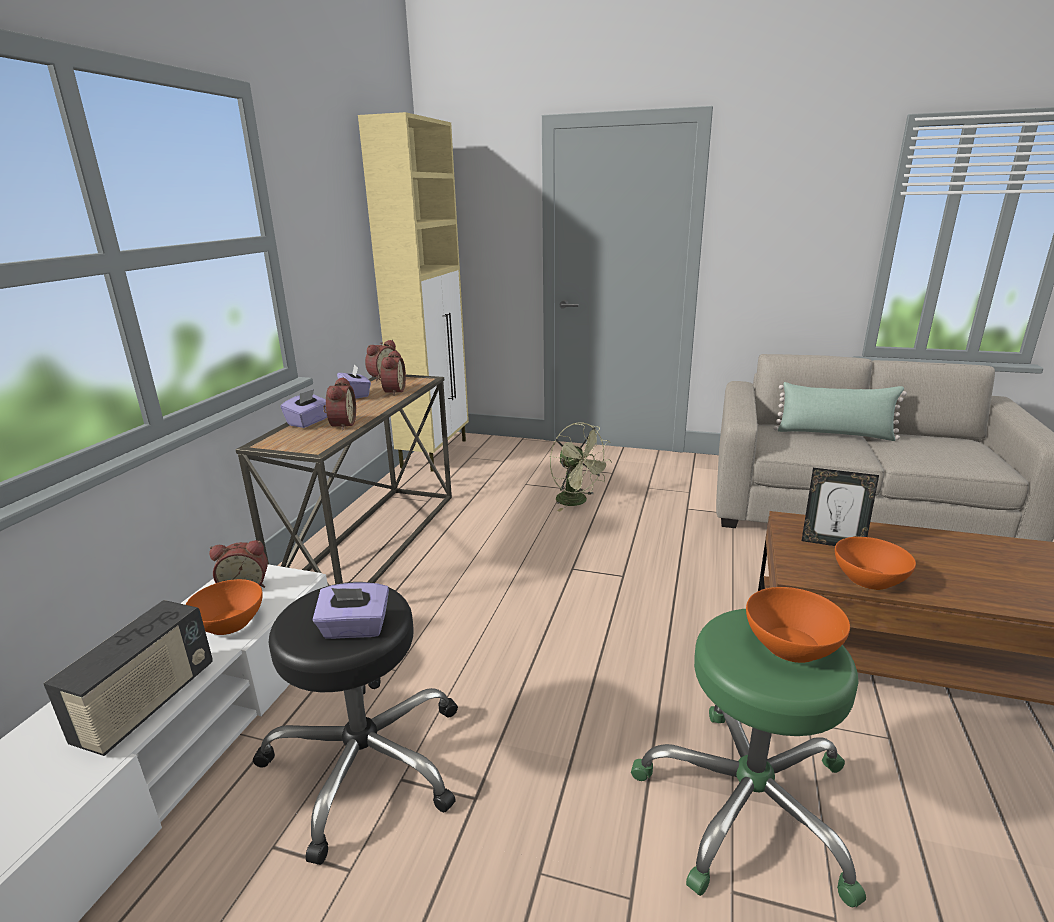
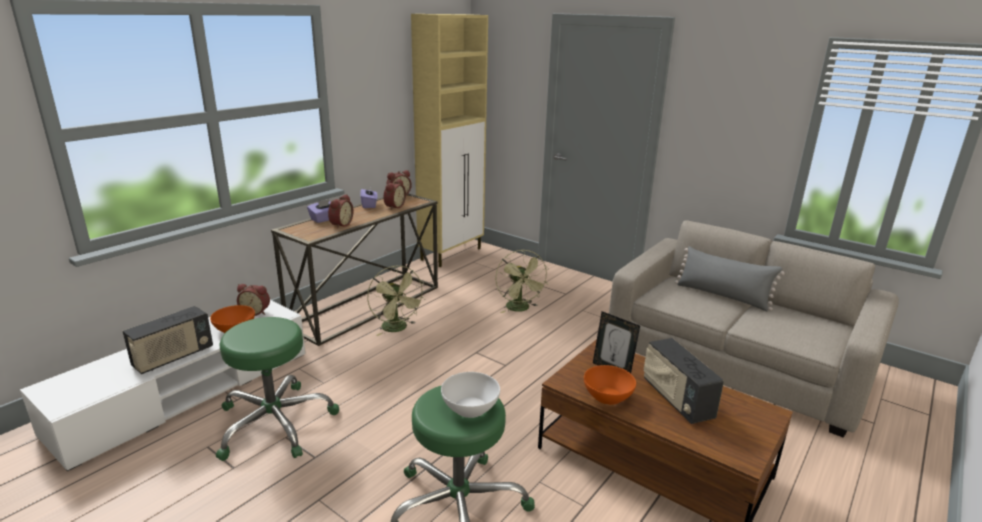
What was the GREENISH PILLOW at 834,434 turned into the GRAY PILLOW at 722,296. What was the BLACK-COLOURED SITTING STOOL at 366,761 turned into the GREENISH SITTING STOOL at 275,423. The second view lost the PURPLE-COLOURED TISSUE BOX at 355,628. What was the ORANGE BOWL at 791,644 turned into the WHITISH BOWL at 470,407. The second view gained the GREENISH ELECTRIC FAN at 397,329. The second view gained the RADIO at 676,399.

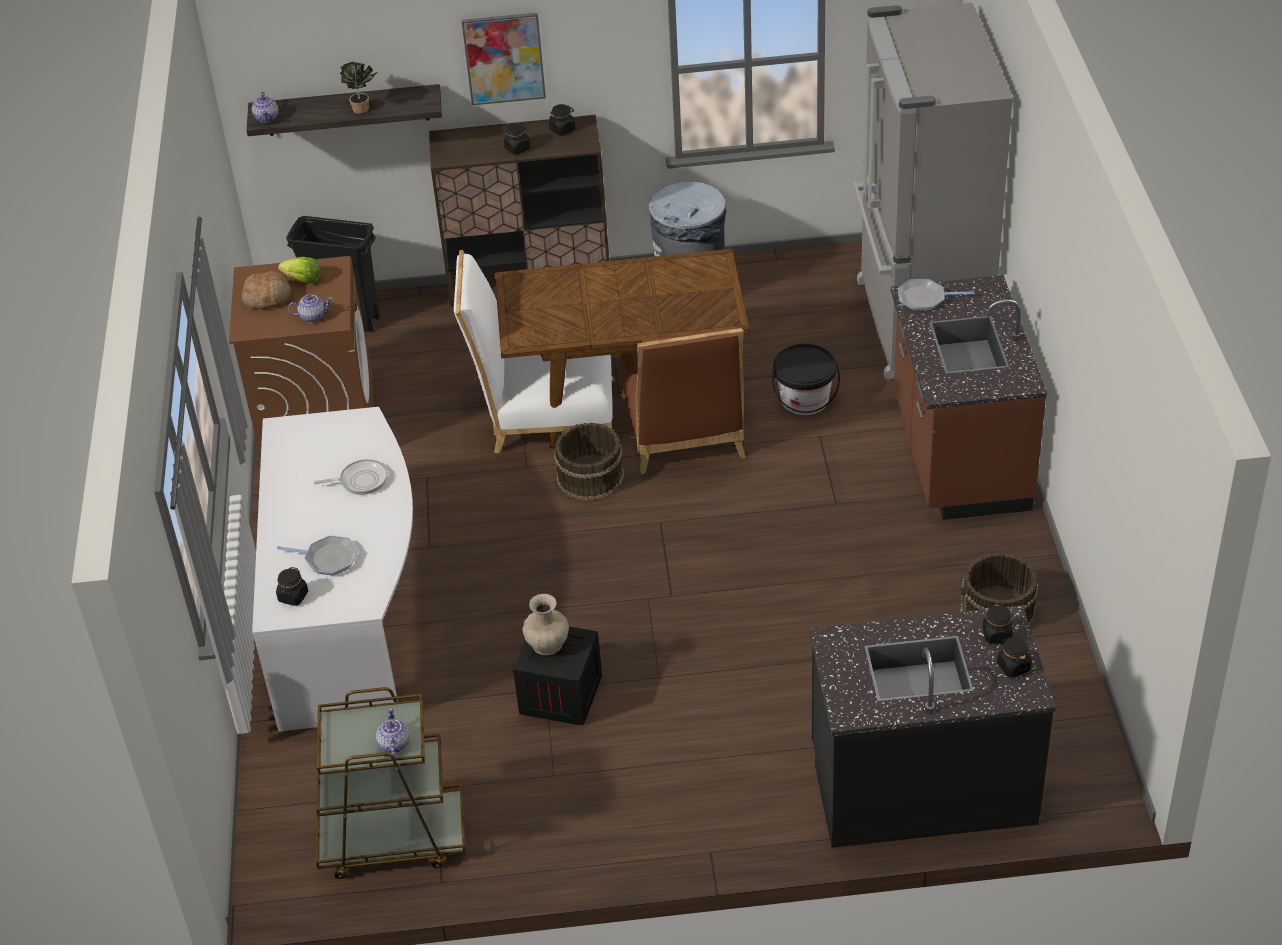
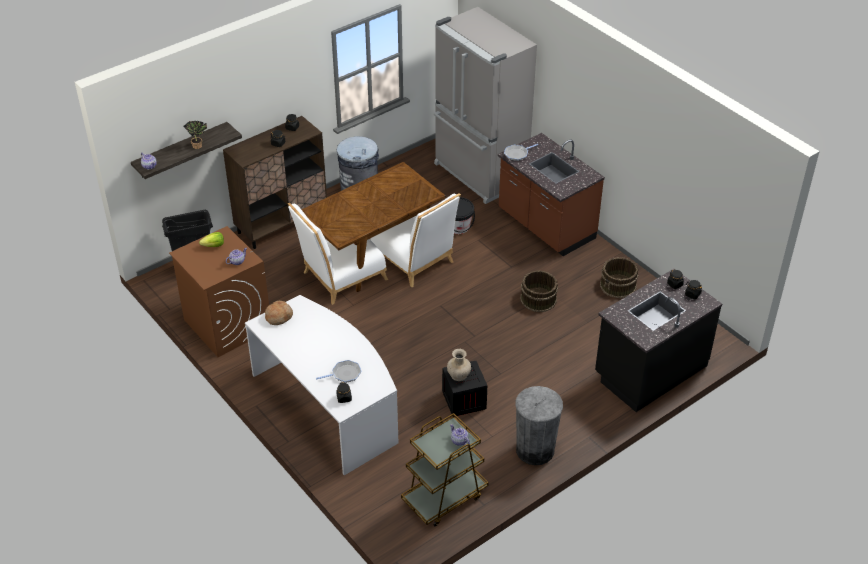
The second view lost the WALL PICTURE at 504,58. The BREAD ended up elsewhere, having gone from 267,298 to 279,316. What was the BROWNISH CHAIR at 683,433 turned into the WHITISH CHAIR at 415,261. The BROWNISH BUCKET ended up elsewhere, having gone from 589,476 to 538,299. The second view lost the PAN at 360,480. The second view gained the GRAY RUBBISH BIN at 535,450.

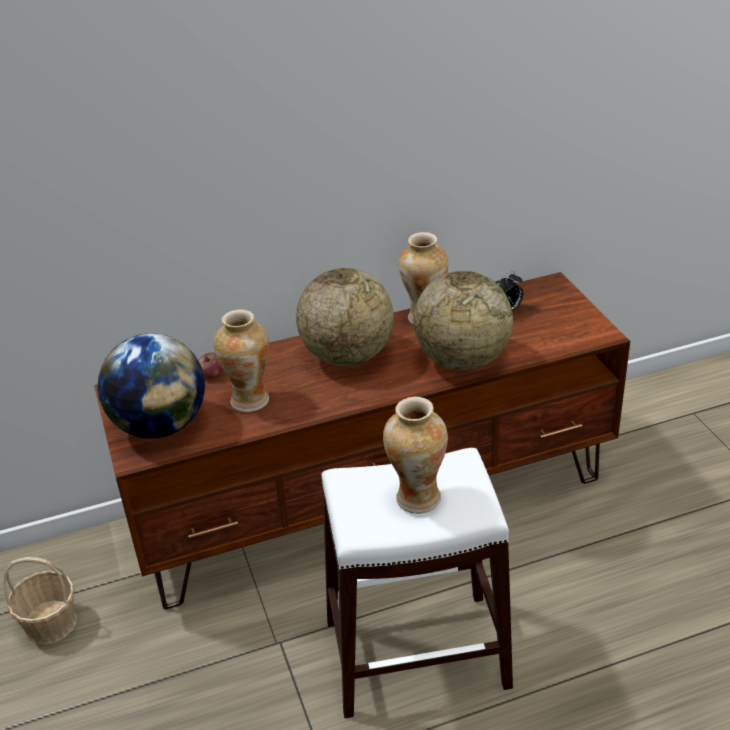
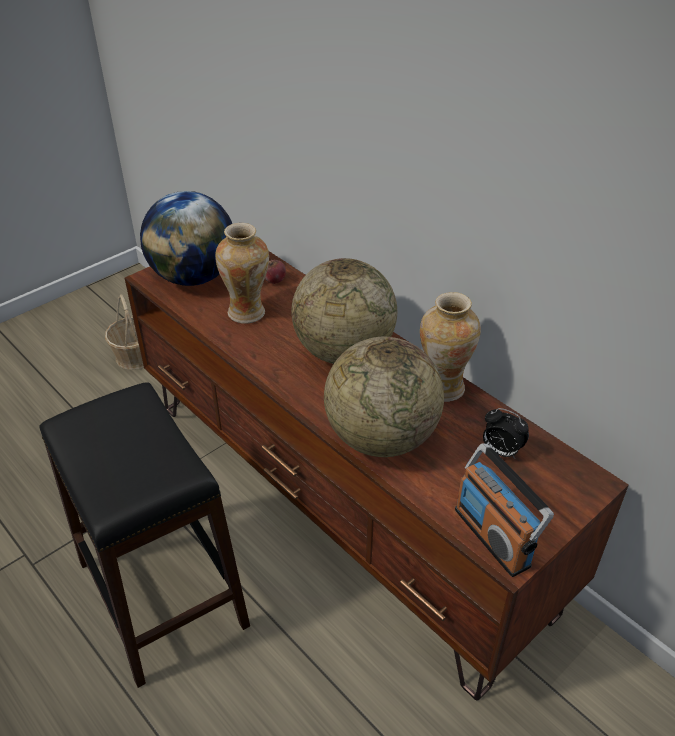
The second view lost the DECORATIVE VASE at 417,498. What was the WHITISH SITTING STOOL at 415,653 turned into the BLACK-COLOURED SITTING STOOL at 163,592. The second view gained the RADIO at 493,536.

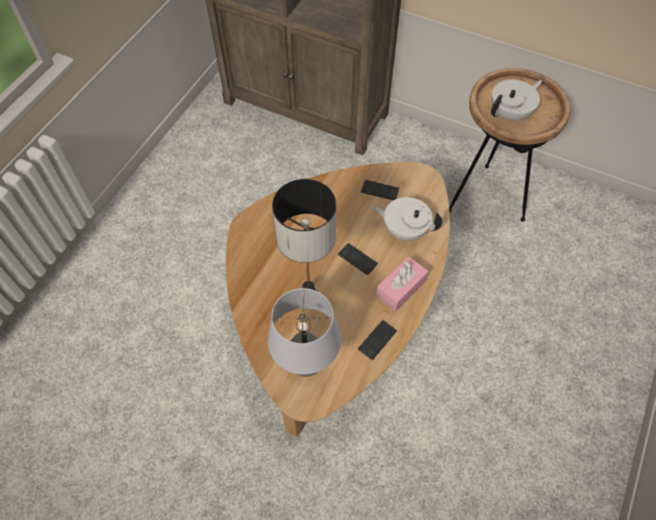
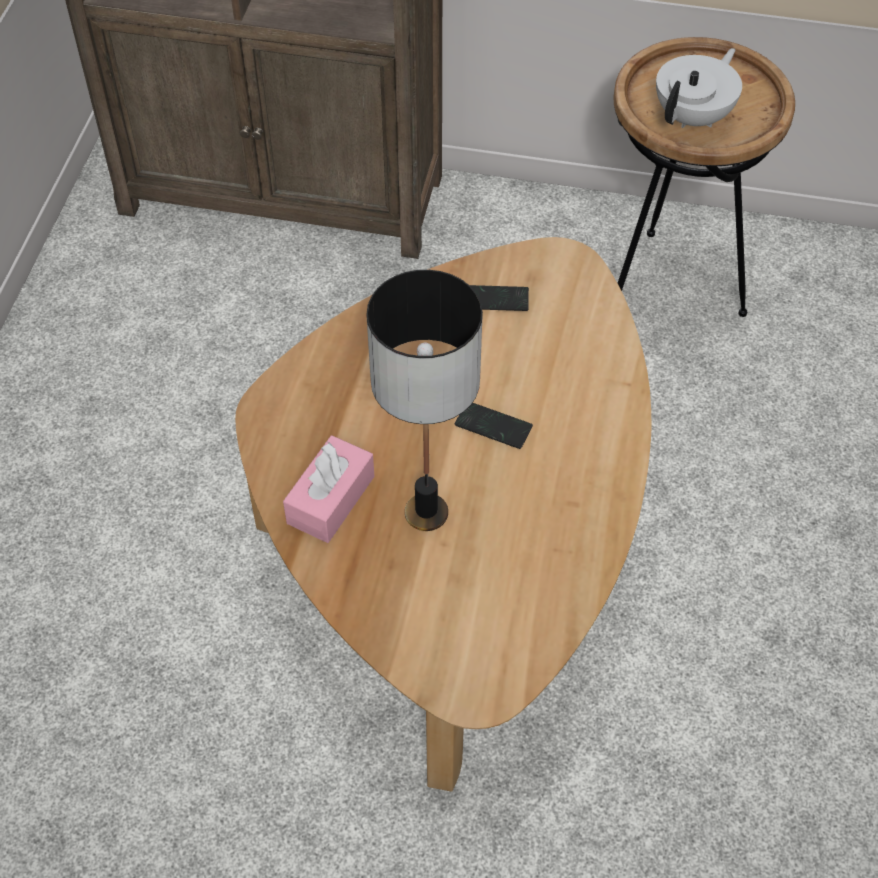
The second view lost the WHITISH POT FOR TEA at 404,230. The PINK TISSUE BOX ended up elsewhere, having gone from 400,289 to 331,499. The second view lost the GRAY LAMP FOR A TABLE at 306,365. The second view lost the HANDSET at 377,340.

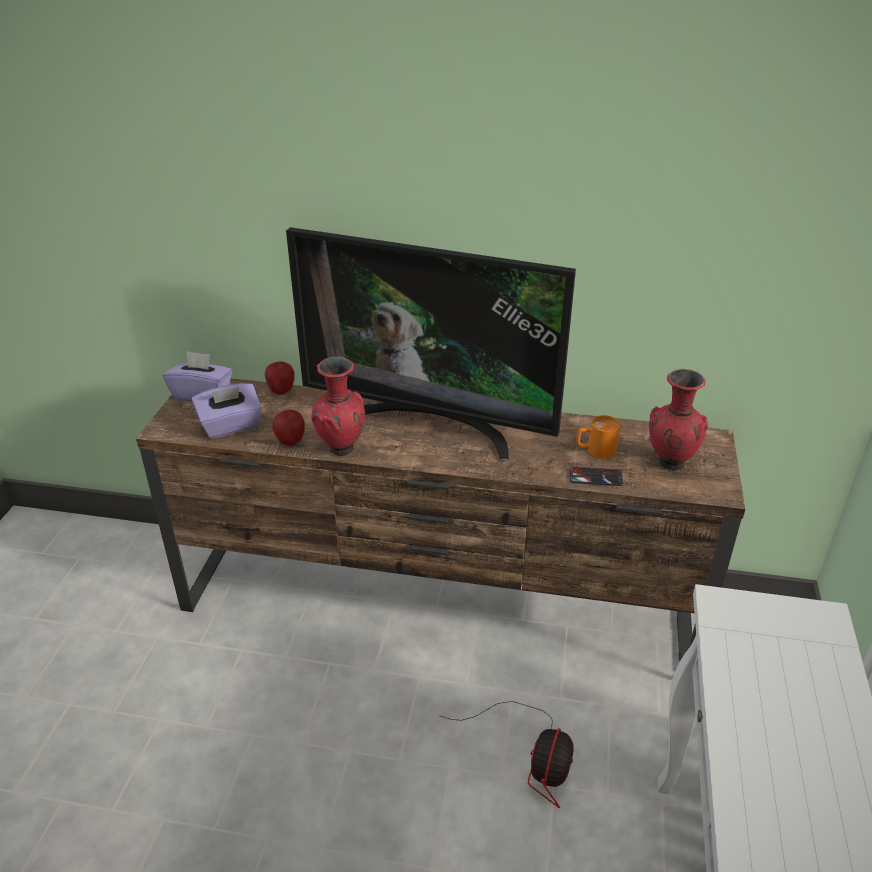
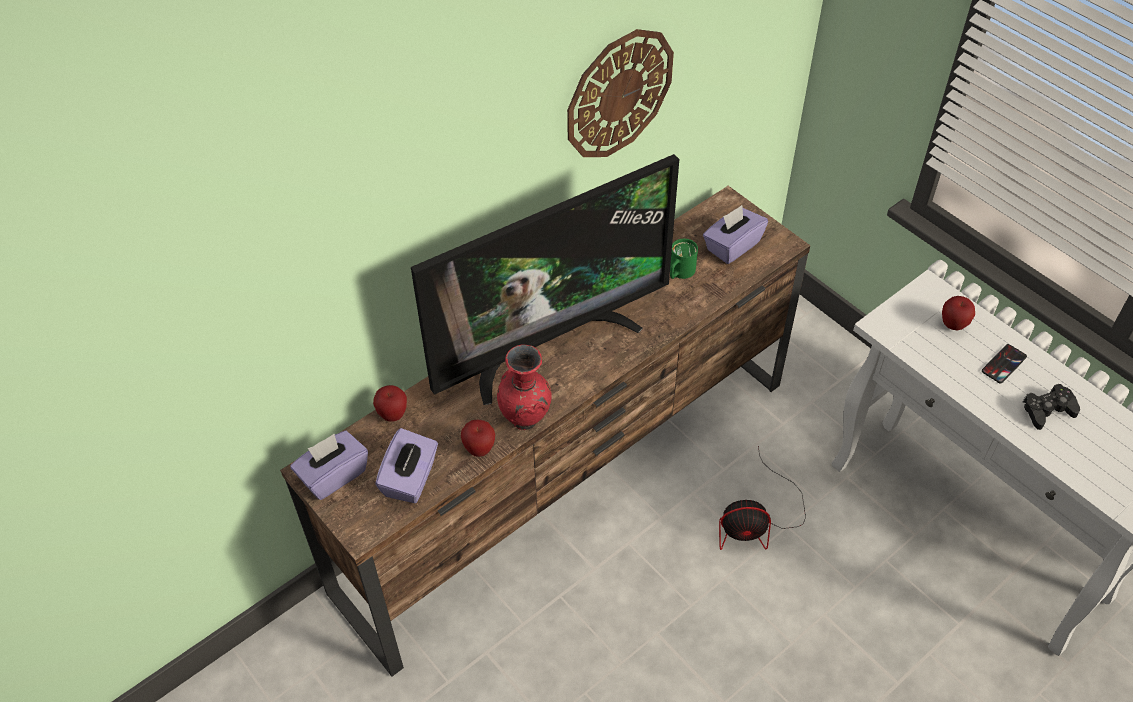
Where the RED-COLOURED DECORATIVE VASE stood at 669,464, the PURPLE-COLOURED TISSUE BOX came to stand at 732,246. What was the ORANGE COFFEE MUG at 595,451 turned into the GREENISH COFFEE MUG at 679,273. The HANDSET ended up elsewhere, having gone from 595,477 to 1003,364. The ELECTRIC FAN at 533,757 ended up facing another way, 120 degrees clockwise from before. The second view gained the HANGING CLOCK at 619,94. The second view gained the APPLE at 953,325. The second view gained the BLACK-COLOURED GAME CONTROLLER at 1047,410.

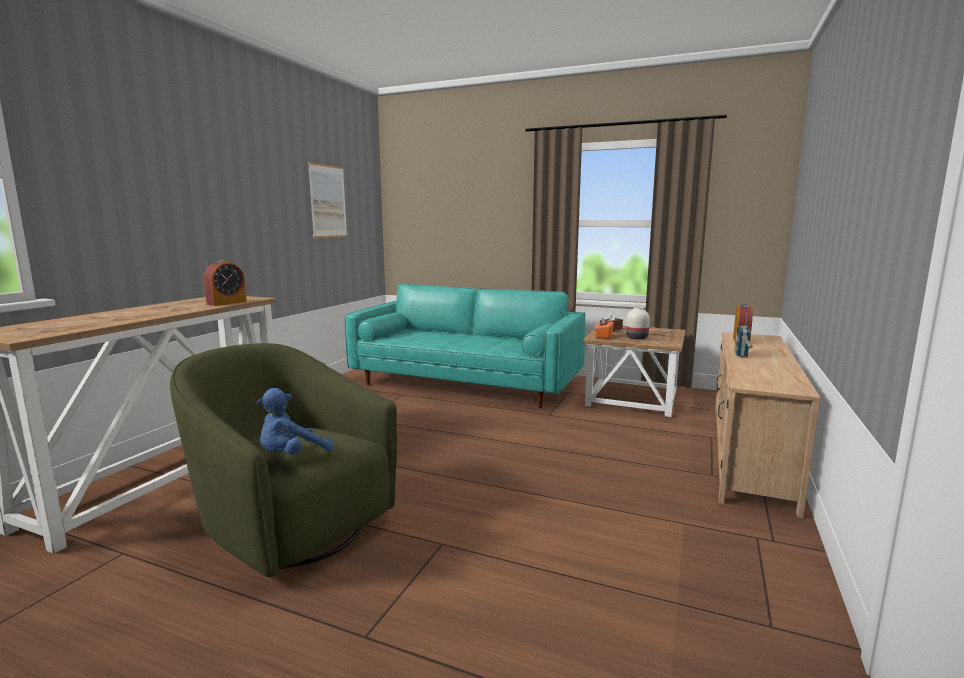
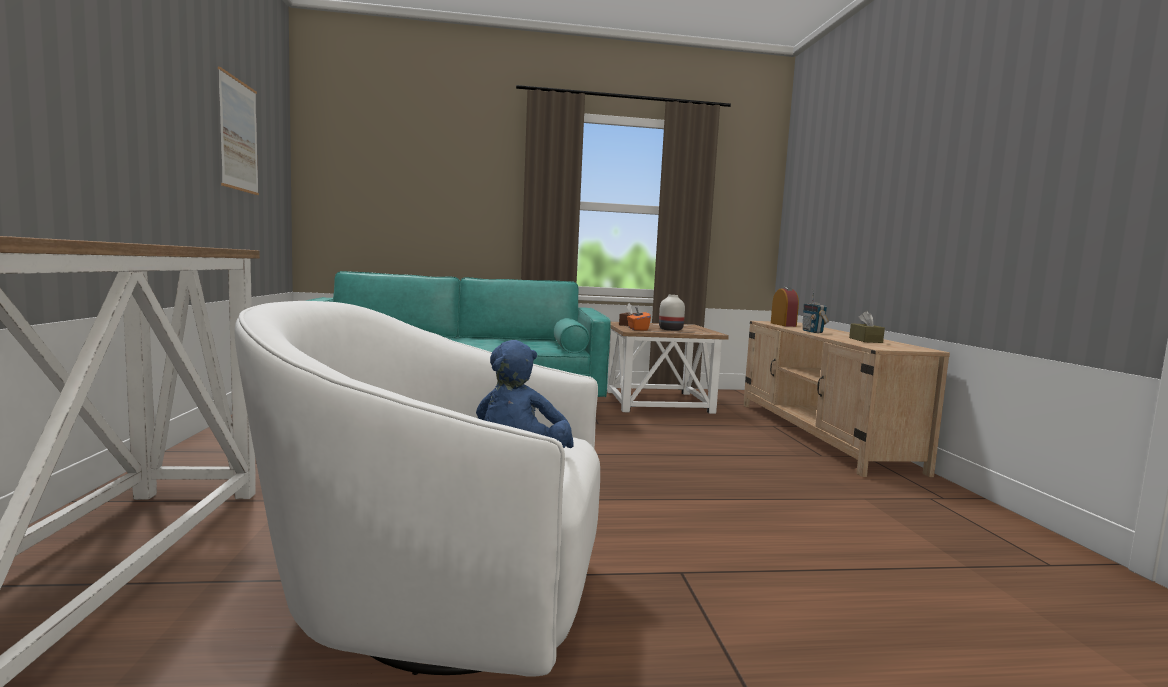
The second view lost the ALARM CLOCK at 227,303. What was the GREENISH EASY CHAIR at 290,524 turned into the WHITISH EASY CHAIR at 436,602. The second view gained the BROWNISH TISSUE BOX at 865,340.

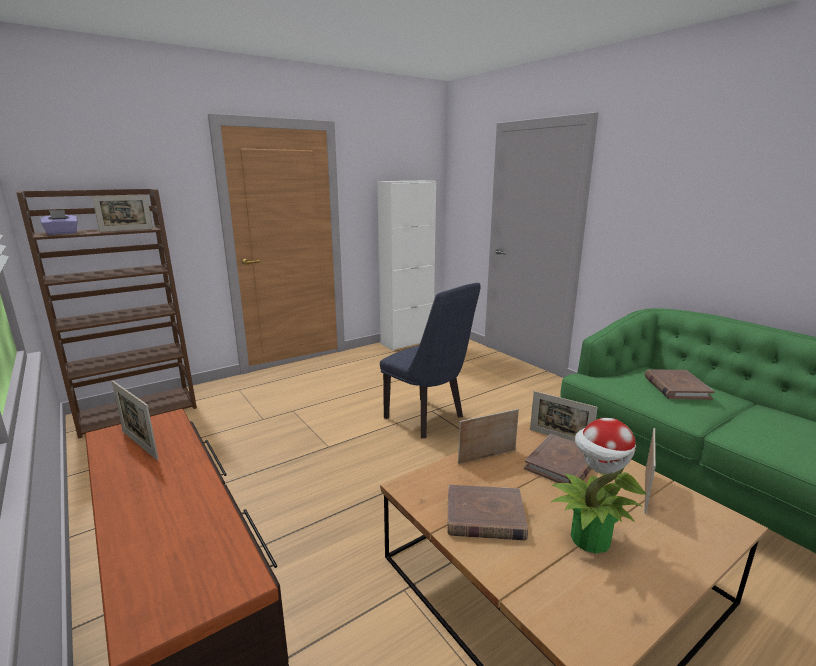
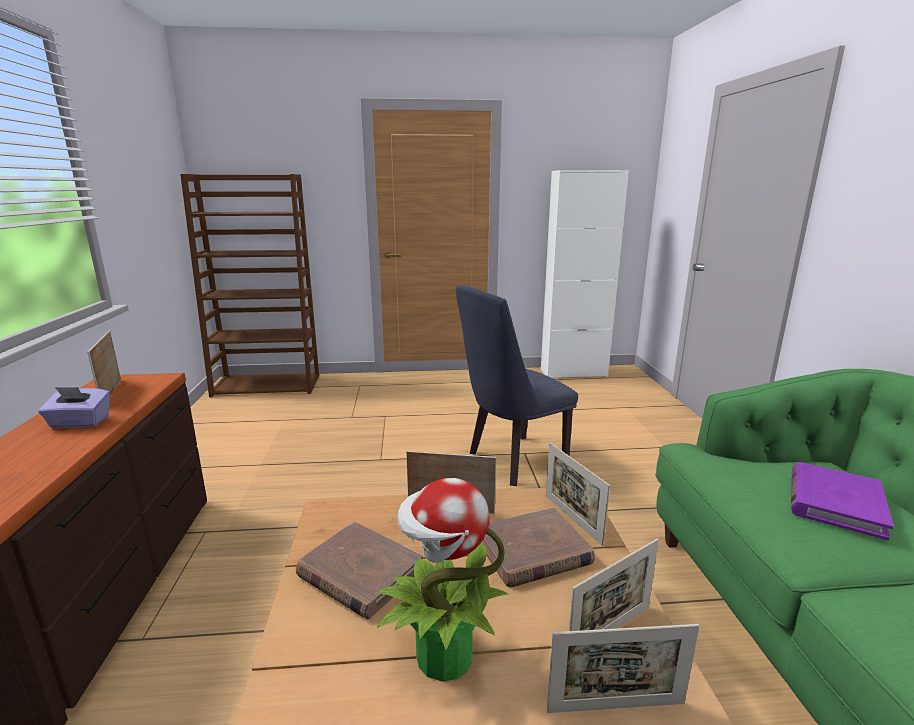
The PICTURE FRAME ended up elsewhere, having gone from 126,230 to 616,707. The PURPLE-COLOURED TISSUE BOX ended up elsewhere, having gone from 62,233 to 80,422. The BLUISH CHAIR at 428,419 ended up facing another way, 75 degrees clockwise from before. What was the BROWNISH VOLUME at 676,387 turned into the PURPLE-COLOURED VOLUME at 834,502.

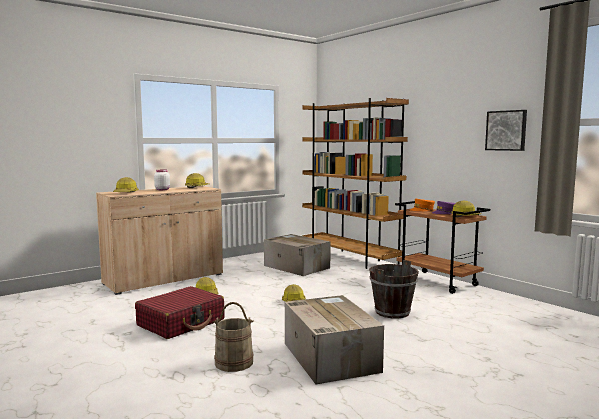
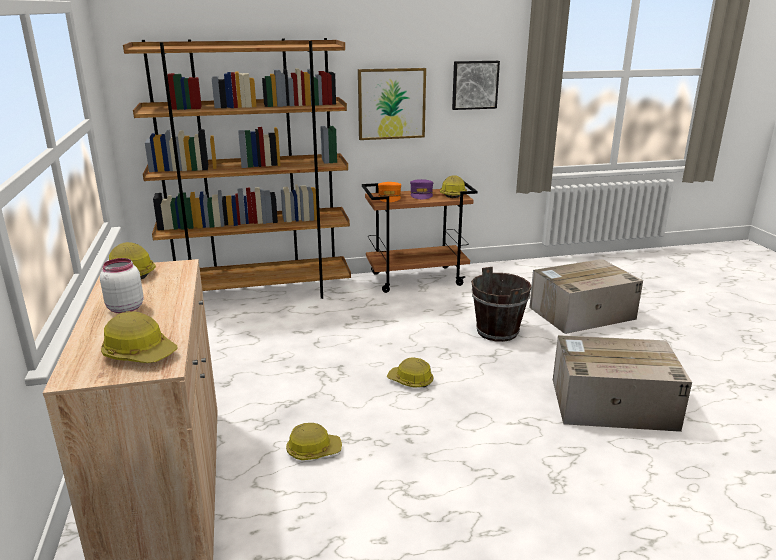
The PACKING BOX ended up elsewhere, having gone from 296,266 to 580,313. The second view lost the RED-COLOURED SUITCASE at 181,323. The second view lost the BEIGE BUCKET at 234,362. The second view gained the WALL PICTURE at 391,104.

